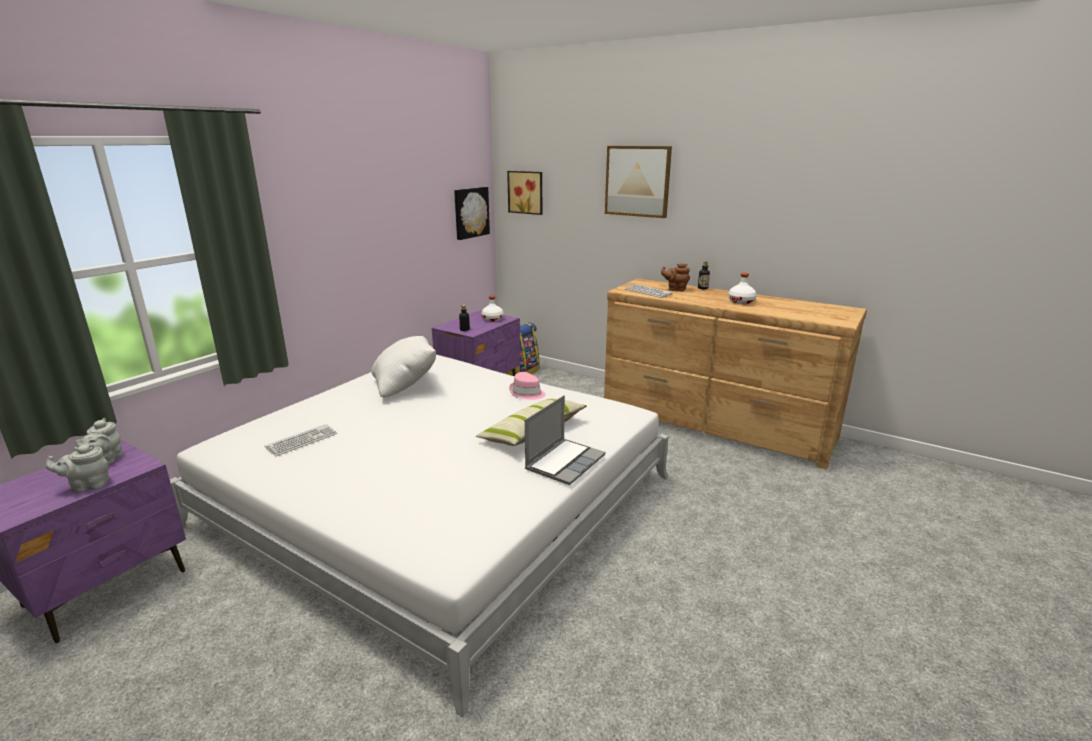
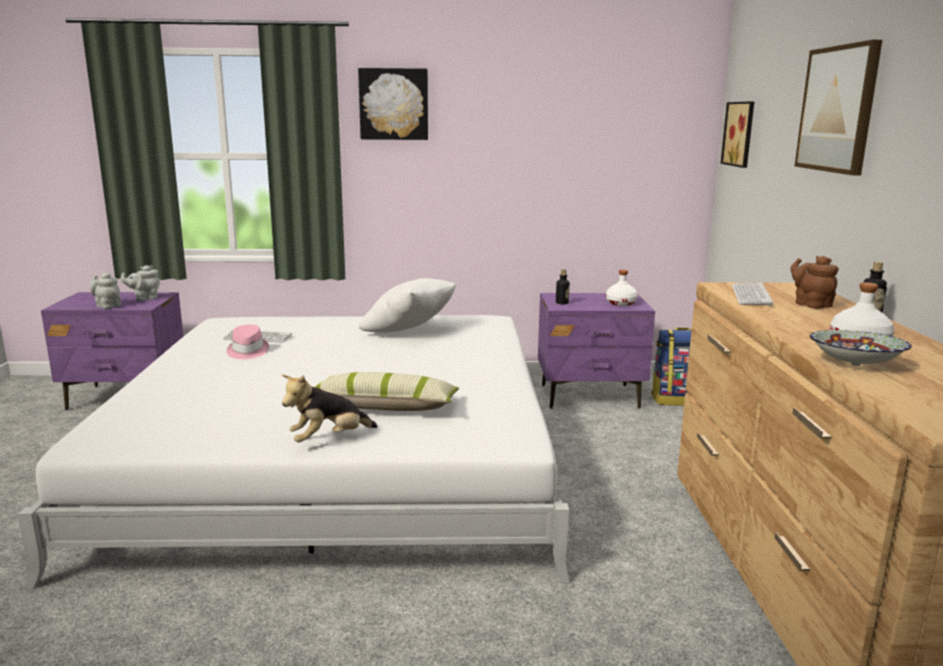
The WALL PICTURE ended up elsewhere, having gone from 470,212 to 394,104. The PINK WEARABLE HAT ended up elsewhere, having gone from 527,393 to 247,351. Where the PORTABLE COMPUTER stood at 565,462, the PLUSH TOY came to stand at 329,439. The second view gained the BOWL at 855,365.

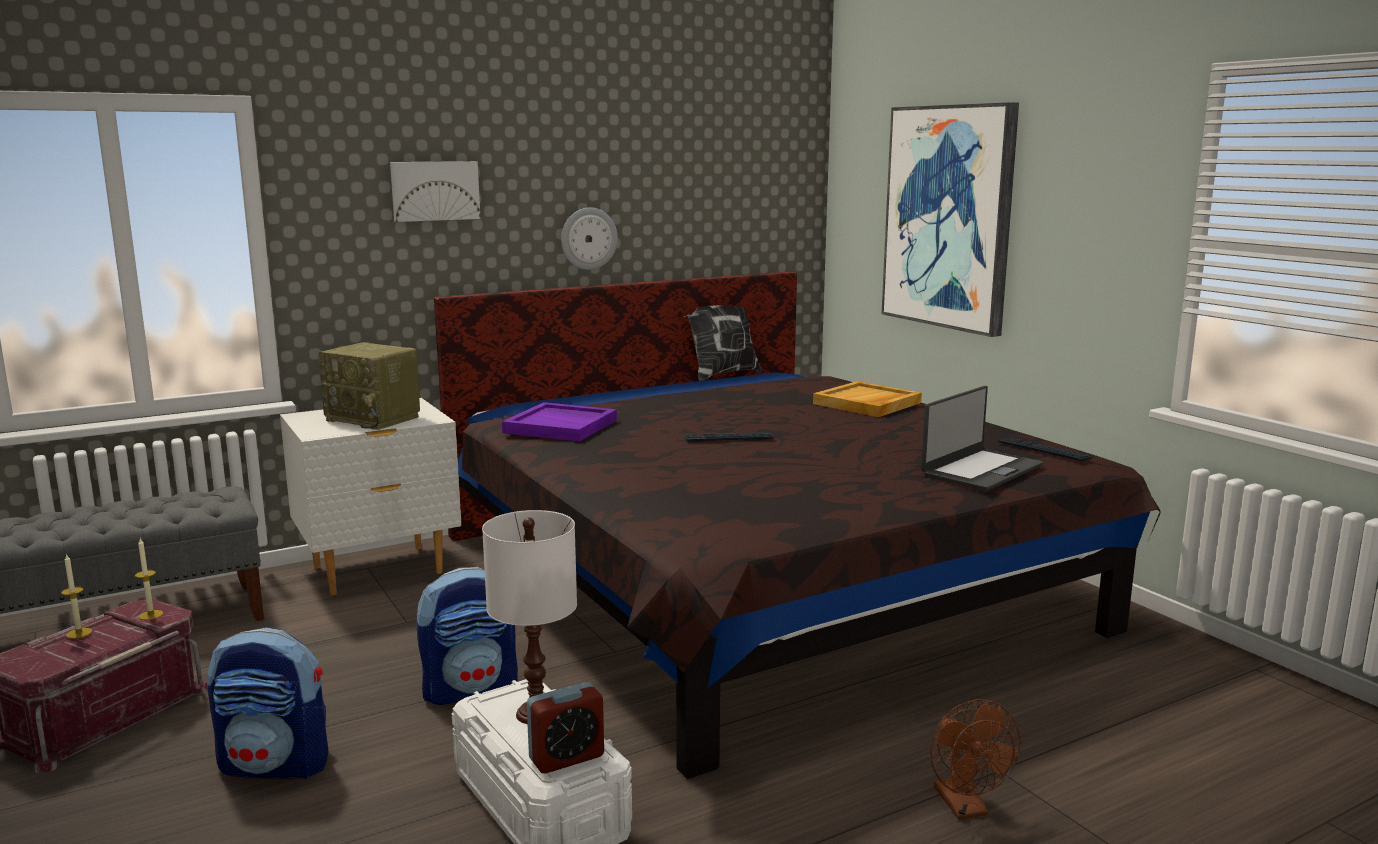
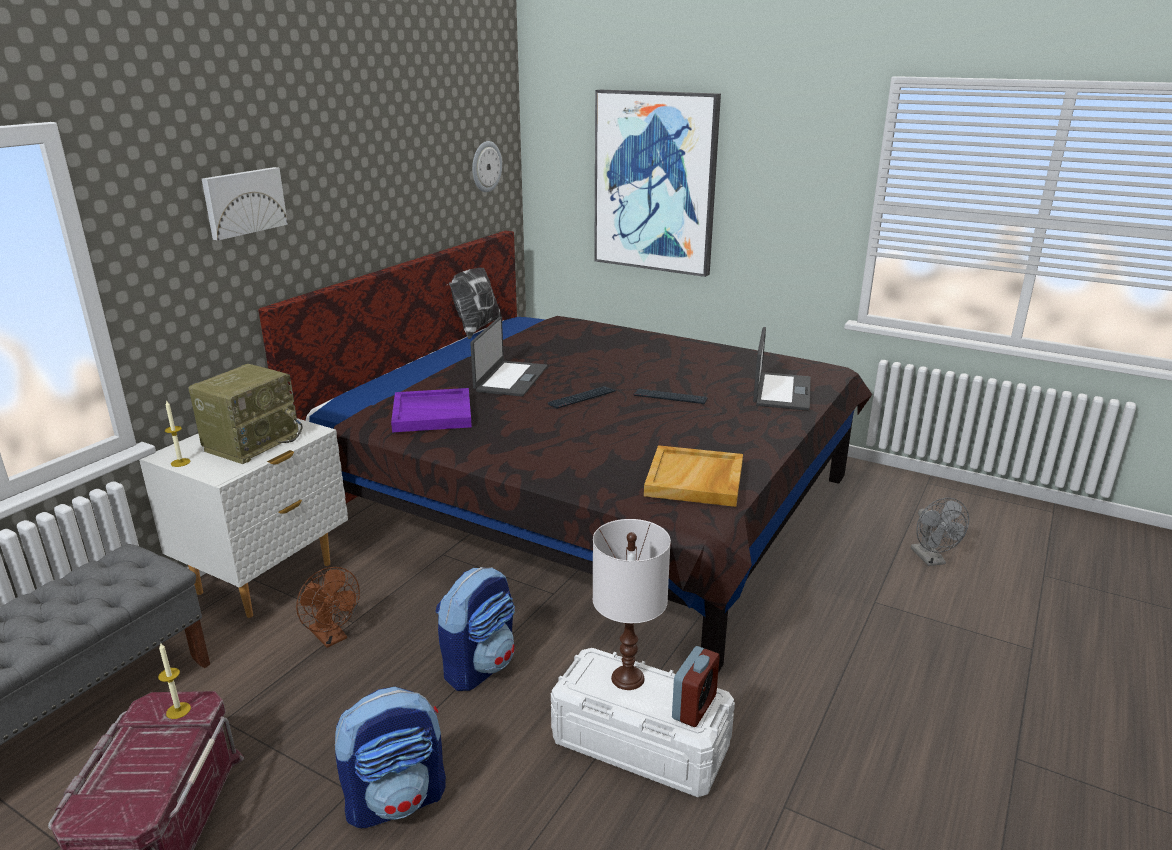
The HANGING CLOCK ended up elsewhere, having gone from 588,238 to 485,166. The RADIO at 375,418 ended up facing another way, 60 degrees counterclockwise from before. The BEIGE CARRYING TRAY ended up elsewhere, having gone from 867,403 to 695,480. The PC KEYBOARD ended up elsewhere, having gone from 1044,451 to 670,398. The CANDLE ended up elsewhere, having gone from 79,633 to 180,462. The BROWNISH ELECTRIC FAN ended up elsewhere, having gone from 965,808 to 332,637. The second view gained the PORTABLE COMPUTER at 510,379. The second view gained the GRAY ELECTRIC FAN at 931,560.

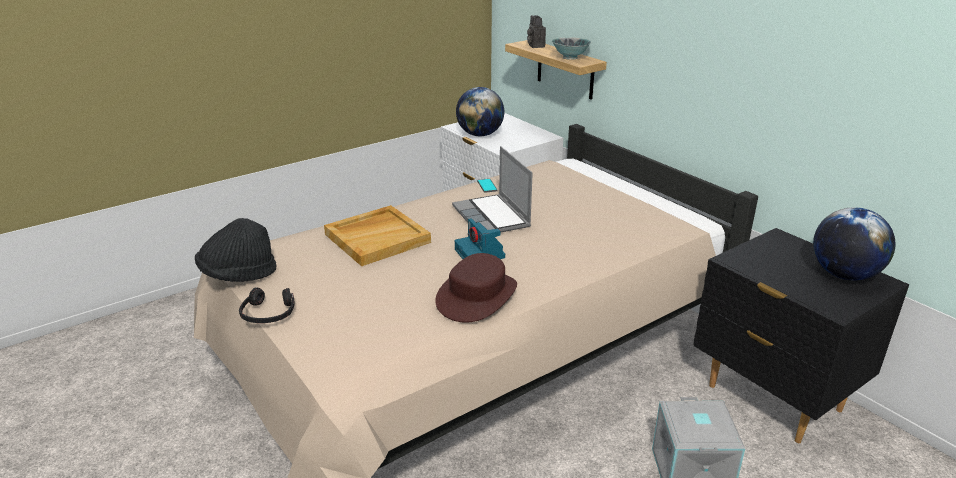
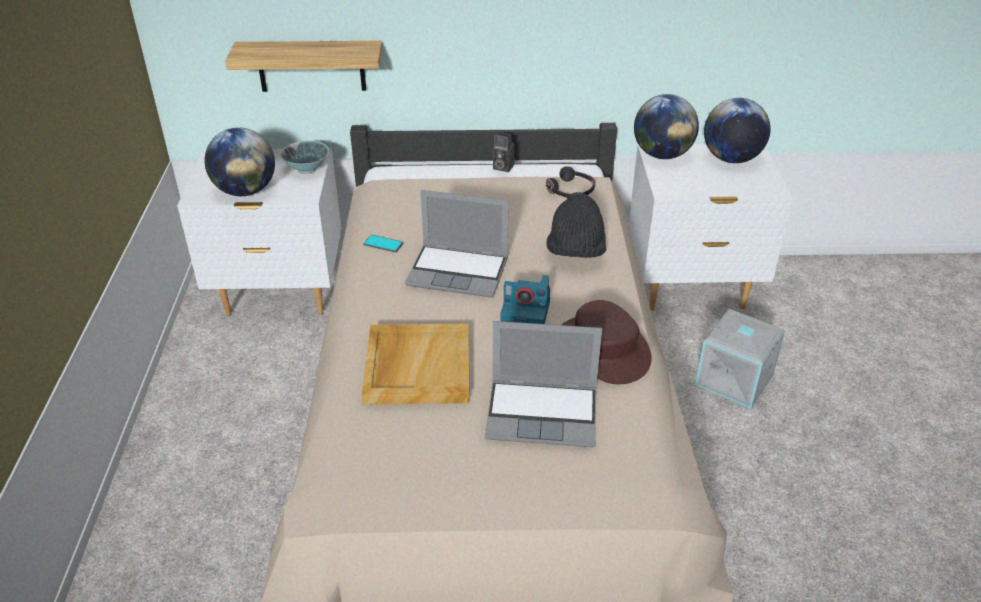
The STILL CAMERA ended up elsewhere, having gone from 535,46 to 501,167. The BOWL ended up elsewhere, having gone from 570,58 to 307,170. The BLACK-COLOURED WEARABLE HAT ended up elsewhere, having gone from 238,275 to 575,252. What was the BLACK-COLOURED NIGHTSTAND at 773,398 turned into the WHITISH NIGHTSTAND at 691,289. The BLACK-COLOURED HEADPHONES ended up elsewhere, having gone from 268,313 to 571,191. The second view gained the WORLD GLOBE at 662,155. The second view gained the PORTABLE COMPUTER at 543,413.

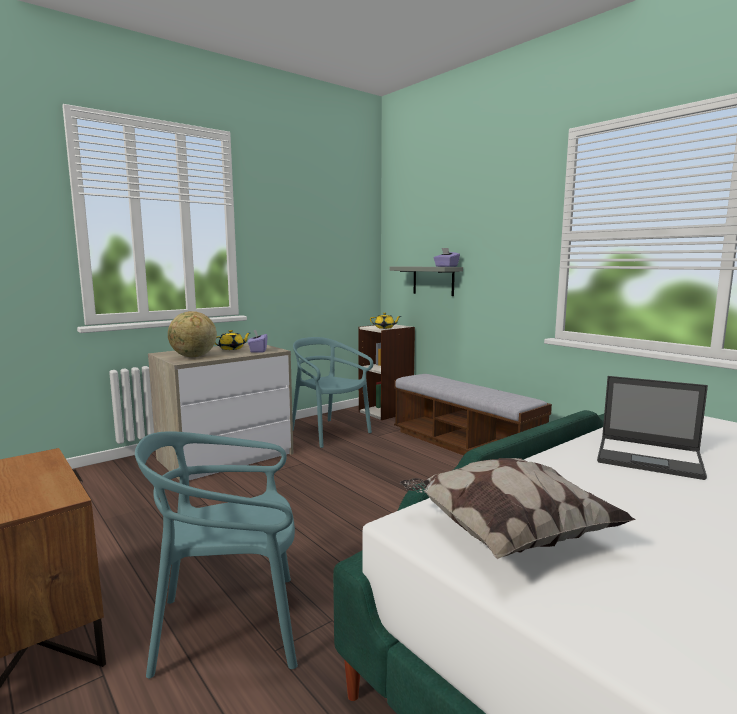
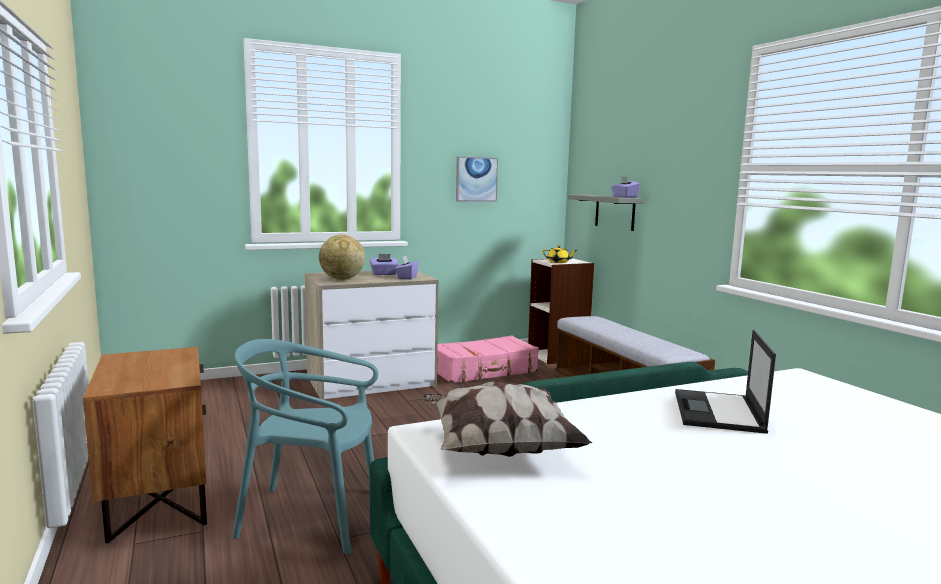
Where the YELLOW-COLOURED POT FOR TEA stood at 232,349, the PURPLE-COLOURED TISSUE BOX came to stand at 384,274. Where the TURQUOISE-COLOURED CHAIR stood at 329,433, the PINK SUITCASE came to stand at 484,371. The PORTABLE COMPUTER at 650,458 ended up facing another way, 60 degrees clockwise from before. The second view gained the WALL PICTURE at 476,179.

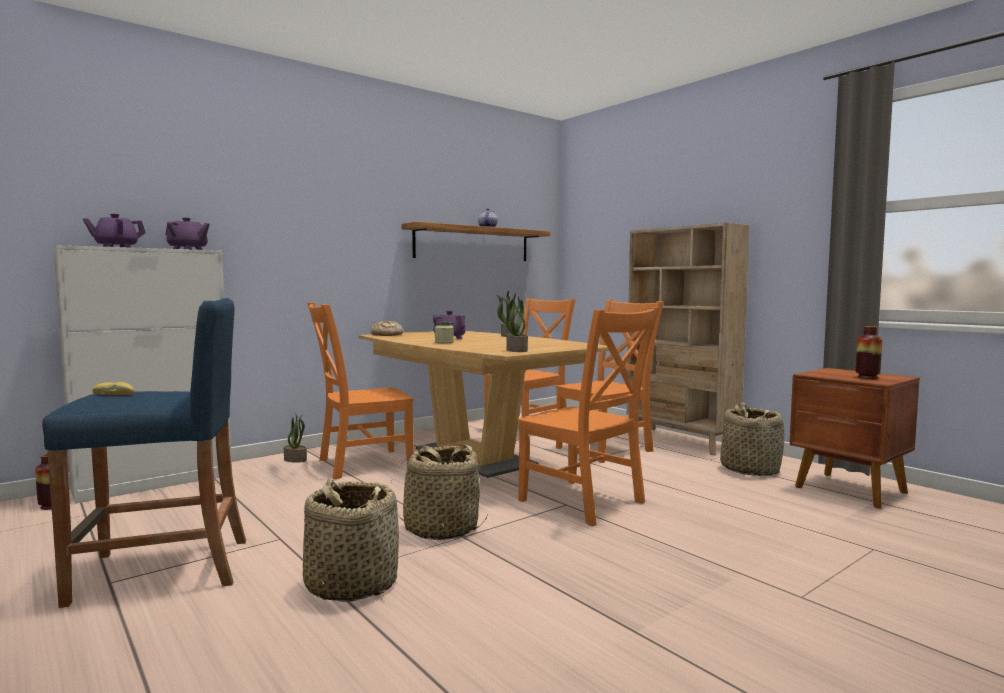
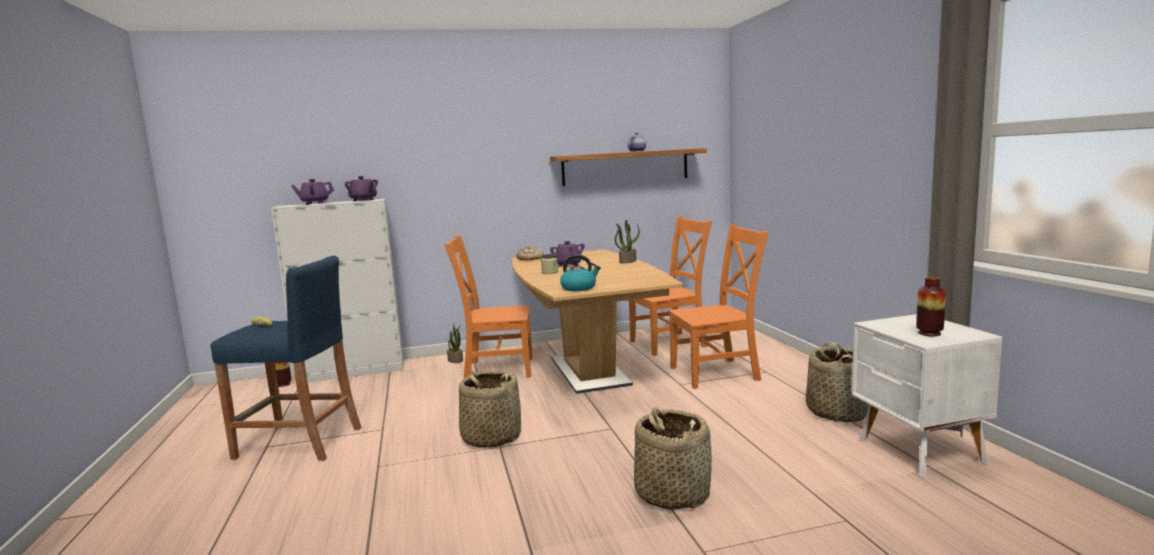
The second view lost the BEIGE BOOKCASE at 680,441. Where the POTTED PLANT stood at 516,350, the WATER KETTLE came to stand at 579,288. The second view lost the ORANGE CHAIR at 585,503. What was the BROWNISH NIGHTSTAND at 851,490 turned into the WHITISH NIGHTSTAND at 920,451. The HOUSEHOLD BASKET ended up elsewhere, having gone from 351,584 to 672,493.

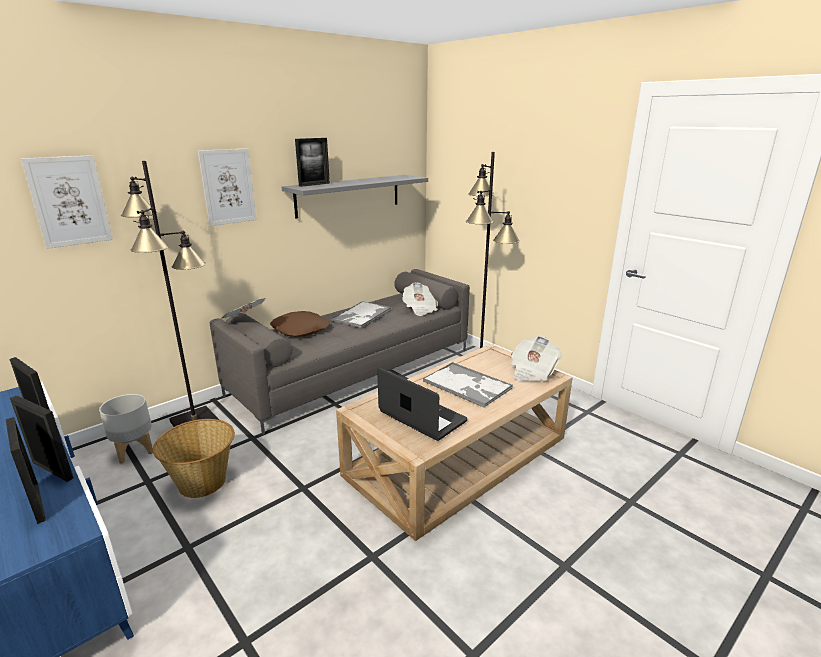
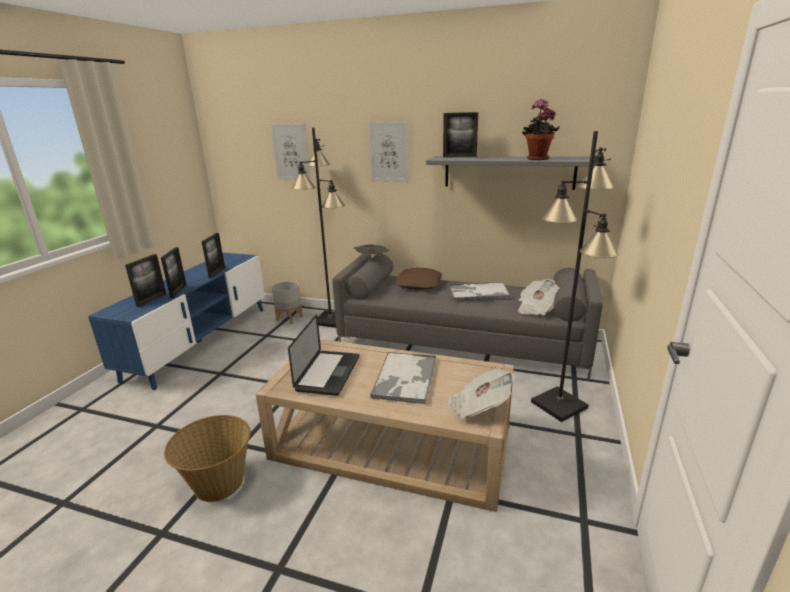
The HOUSEHOLD BASKET ended up elsewhere, having gone from 203,483 to 218,484. The second view gained the POTTED PLANT at 537,159.

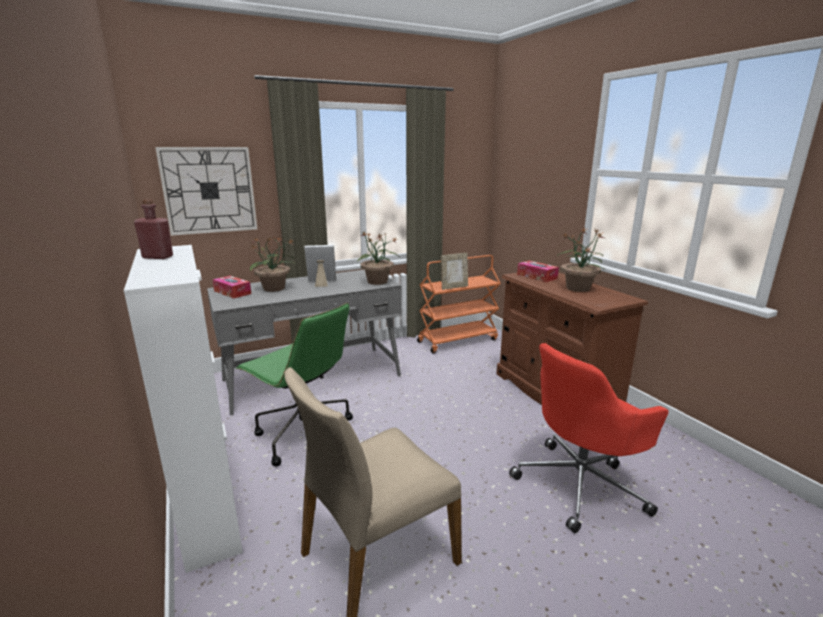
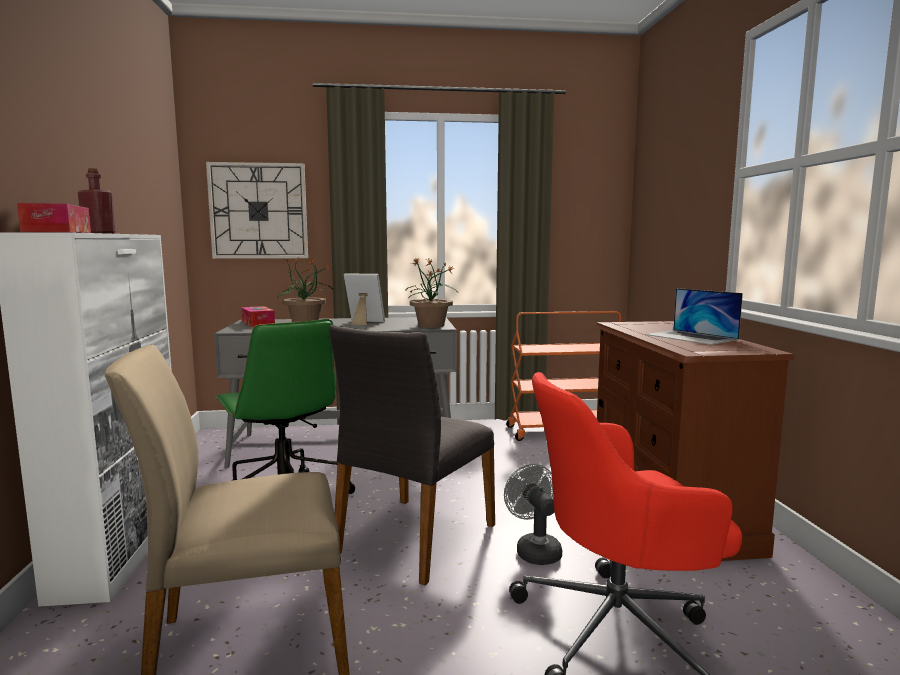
Where the POTTED PLANT stood at 578,288, the PORTABLE COMPUTER came to stand at 691,337. The second view lost the PICTURE FRAME at 454,287. The TISSUE BOX ended up elsewhere, having gone from 536,276 to 58,232. The second view gained the GRAY CHAIR at 413,538. The second view gained the GRAY ELECTRIC FAN at 535,550.

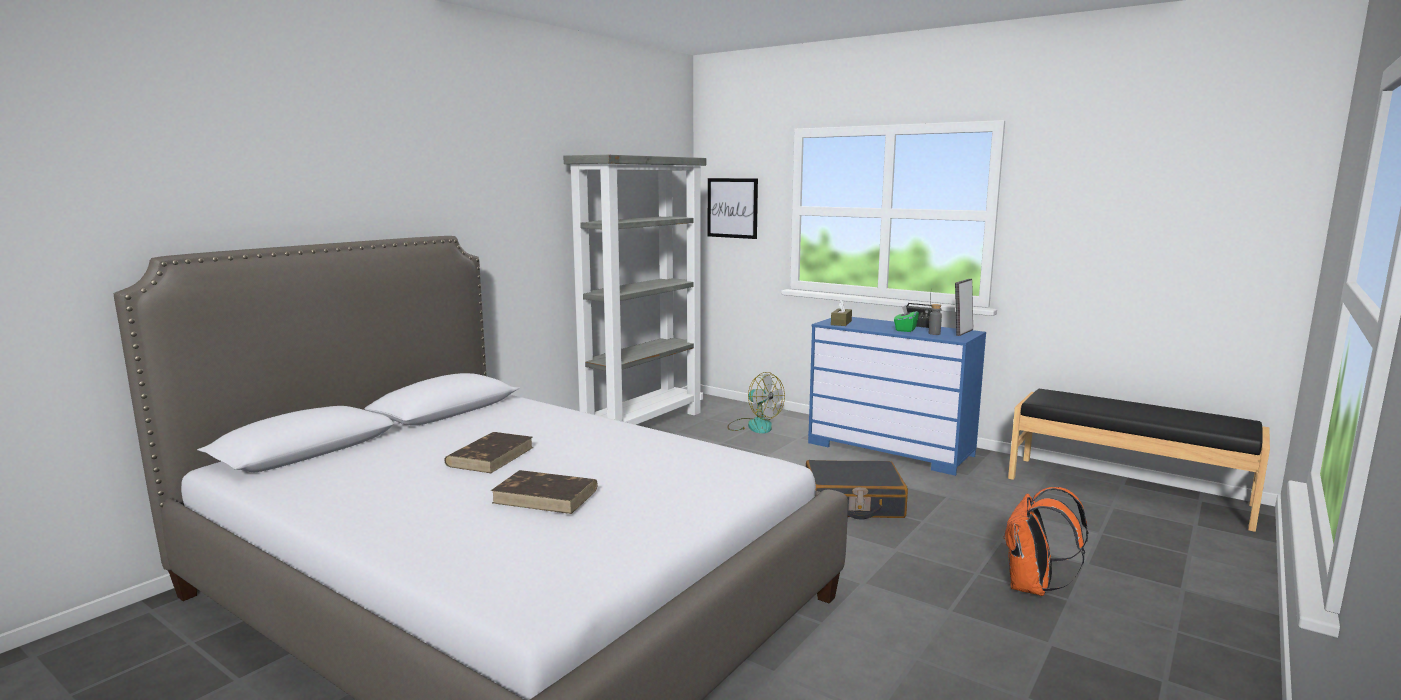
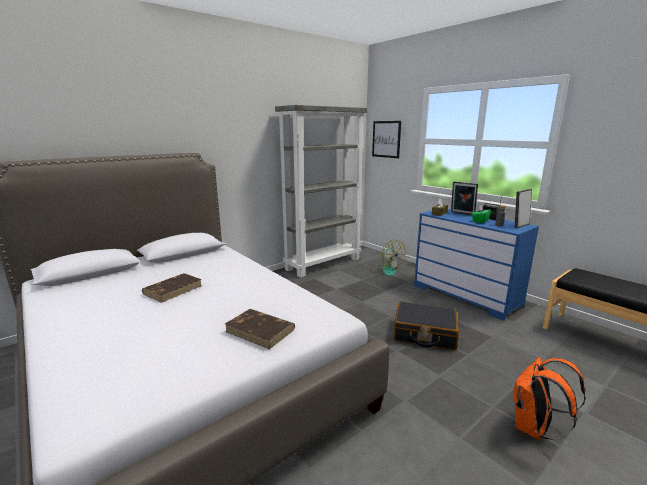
The BROWNISH VOLUME ended up elsewhere, having gone from 546,496 to 260,330. The second view gained the PICTURE FRAME at 462,213.

